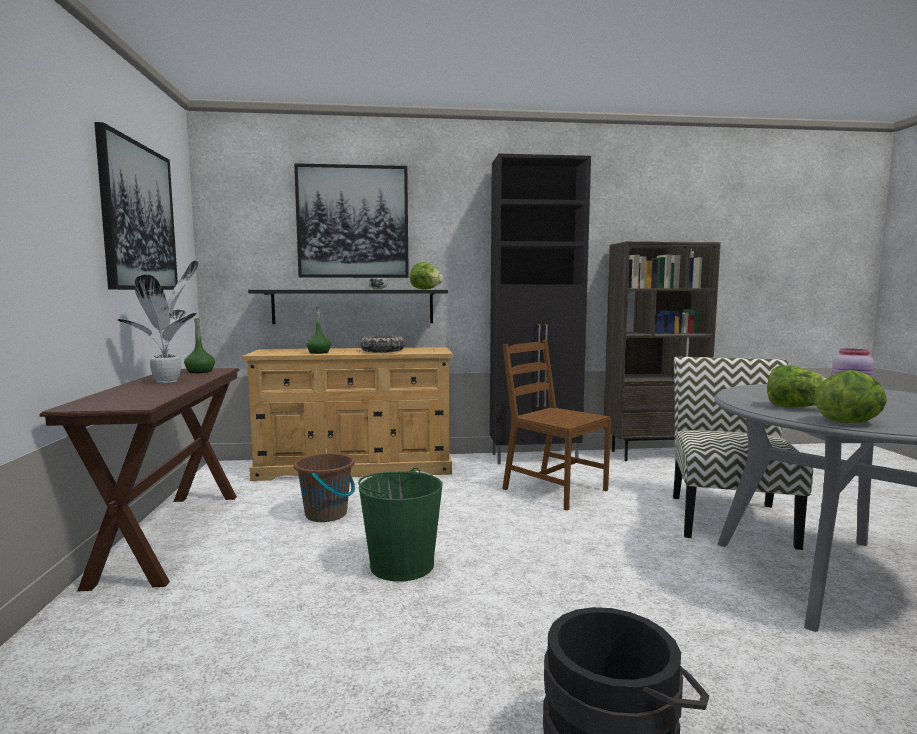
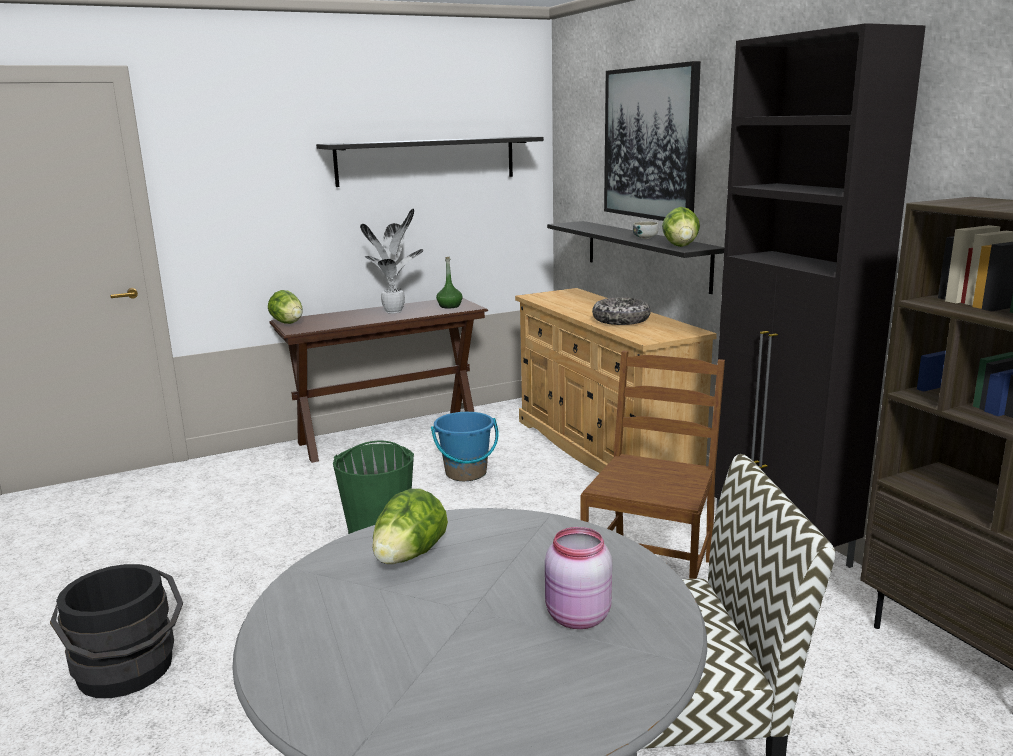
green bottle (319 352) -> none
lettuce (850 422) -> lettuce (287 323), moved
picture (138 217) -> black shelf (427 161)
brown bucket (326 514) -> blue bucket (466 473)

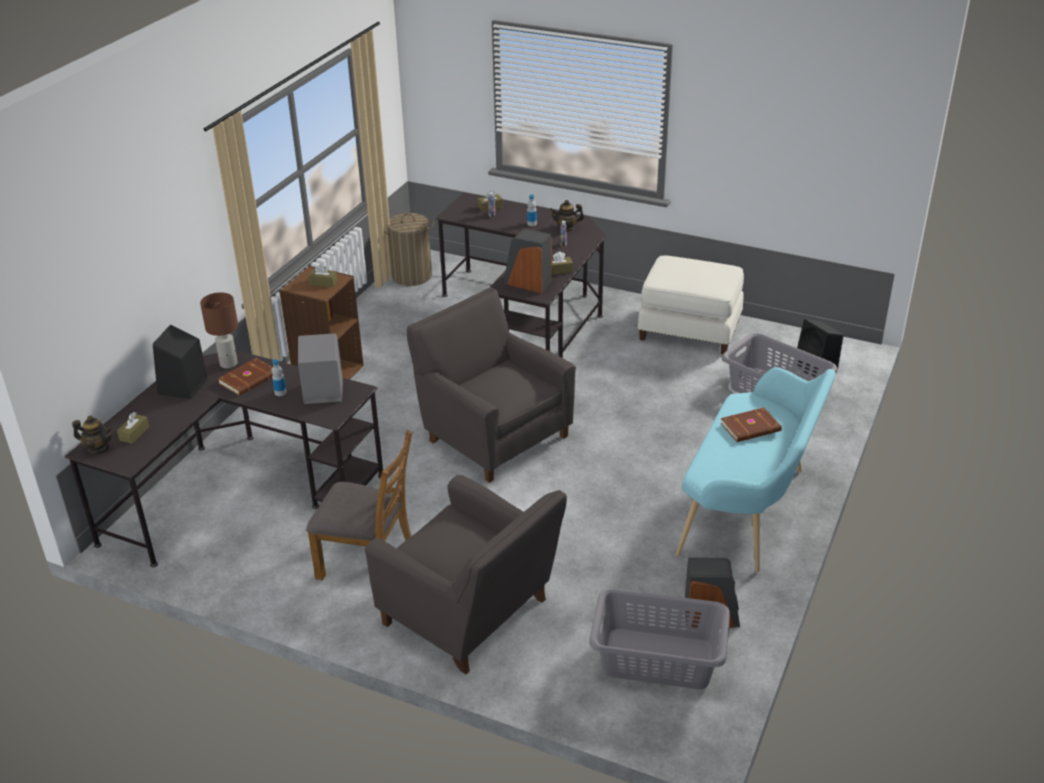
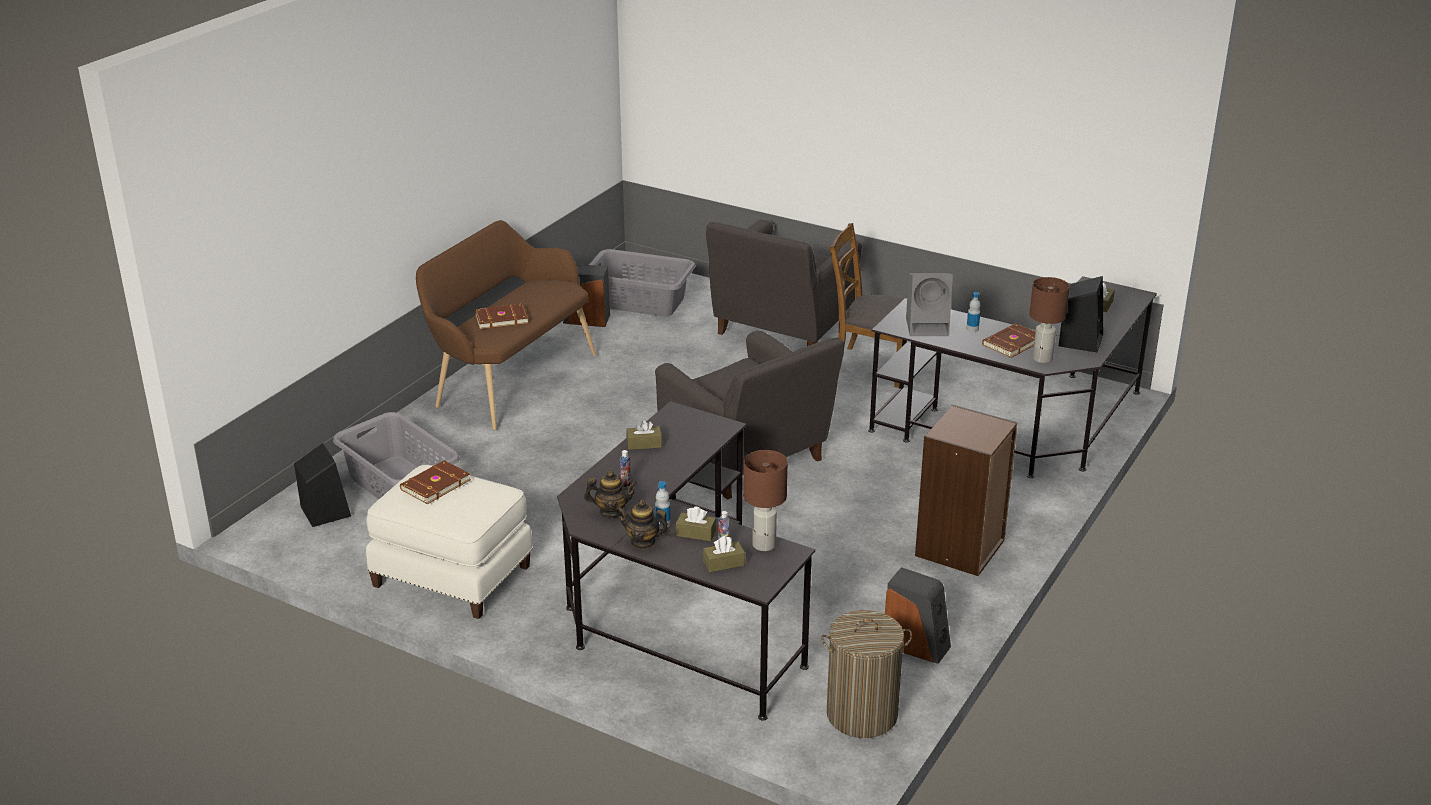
none -> brown book (434 484)
none -> brown table lamp (764 545)
teapot (98 448) -> teapot (643 542), moved
brown tissue box (323 282) -> brown tissue box (696 533), moved
speaker (528 283) -> speaker (916 645), moved
turquoise bench (750 512) -> brown bench (509 380)
grey armchair (472 615) -> grey armchair (780 330), 105 degrees counterclockwise

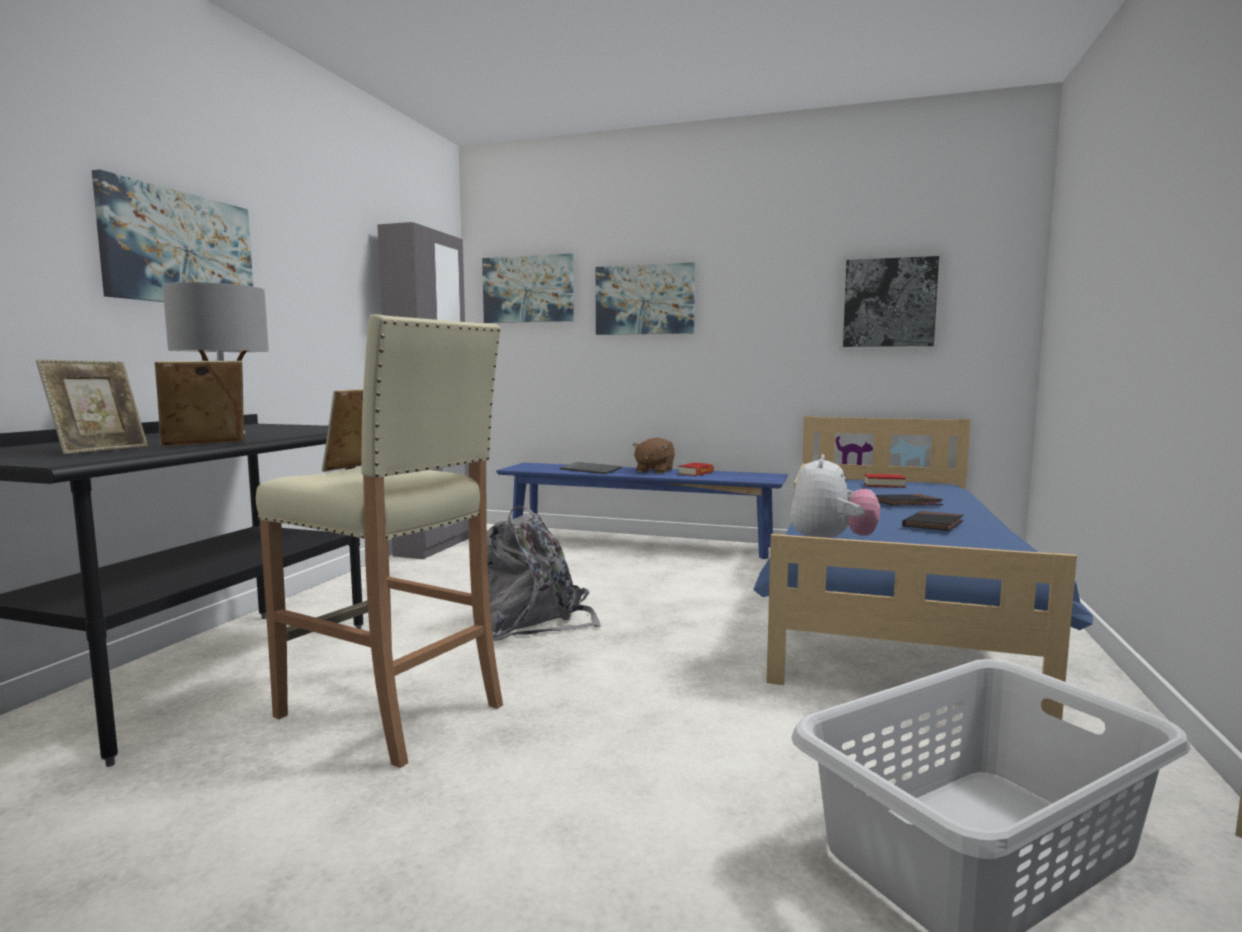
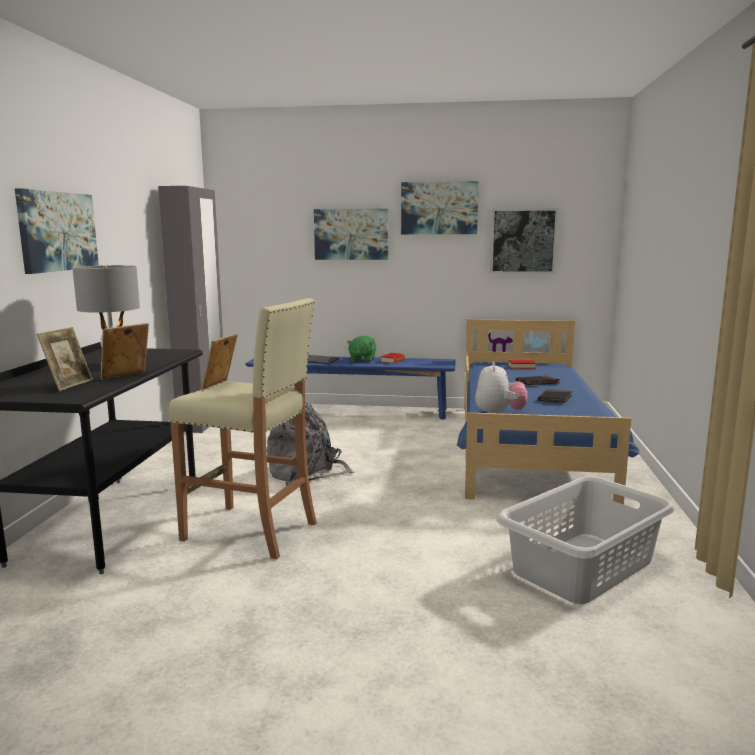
picture (528 289) -> picture (439 208), moved
brown plush toy (654 471) -> green plush toy (362 360)

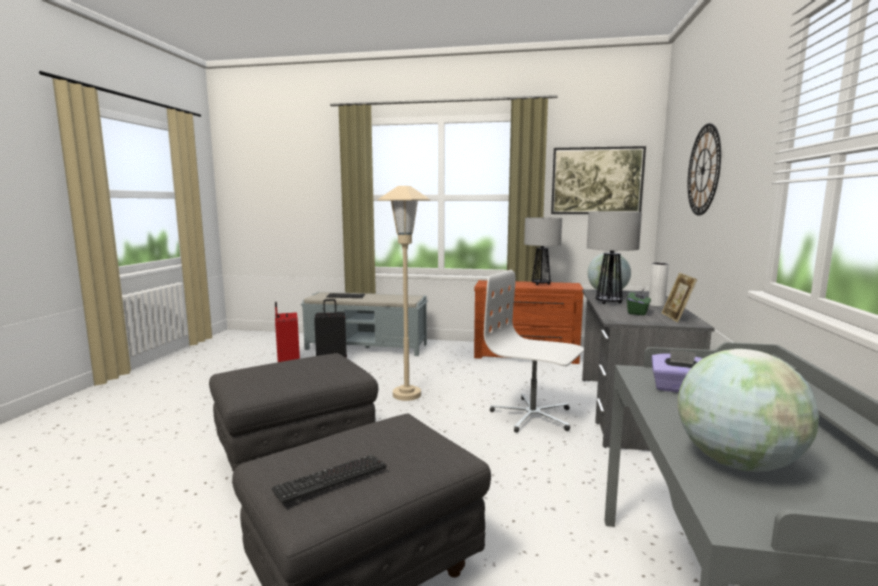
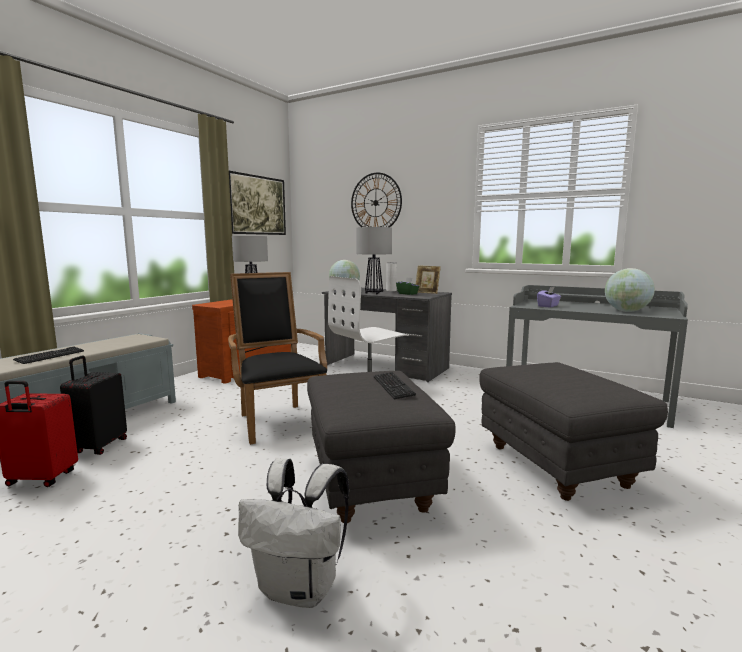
none -> white backpack (300 588)
keyboard (331 480) -> keyboard (393 386), moved
beige floor lamp (407 395) -> black armchair (277 420)

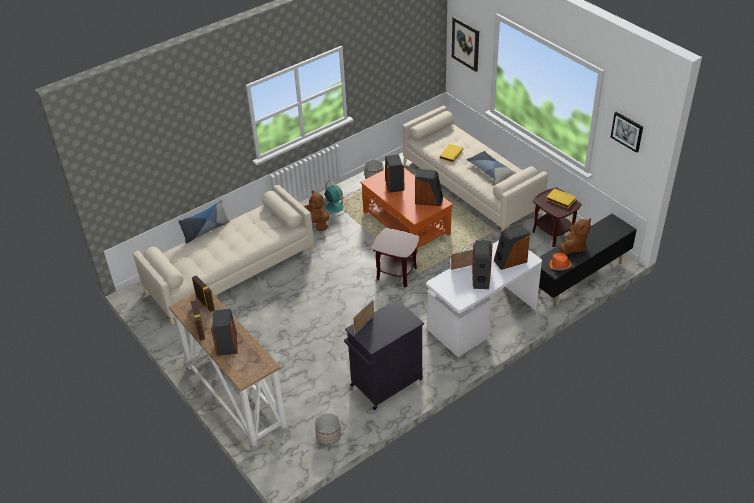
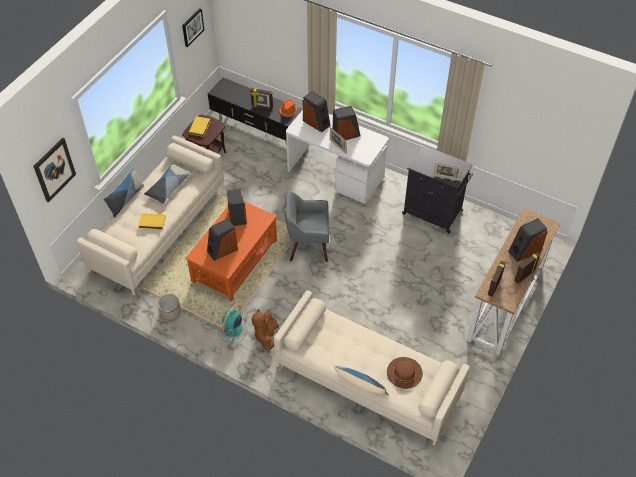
planter (328 436) -> none
none -> pillow (125 200)
none -> brown hat (404 372)
brown side table (396 273) -> grey armchair (308 246)
brown plush toy (573 247) -> picture frame (262 107)

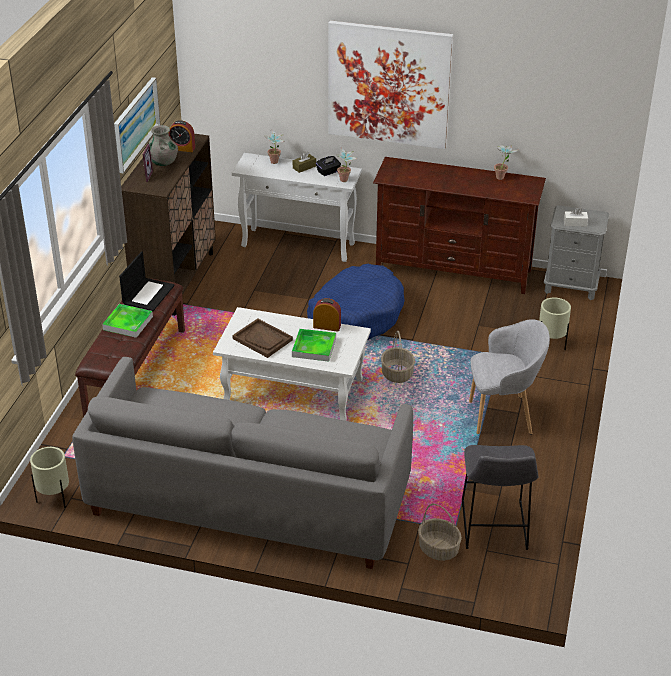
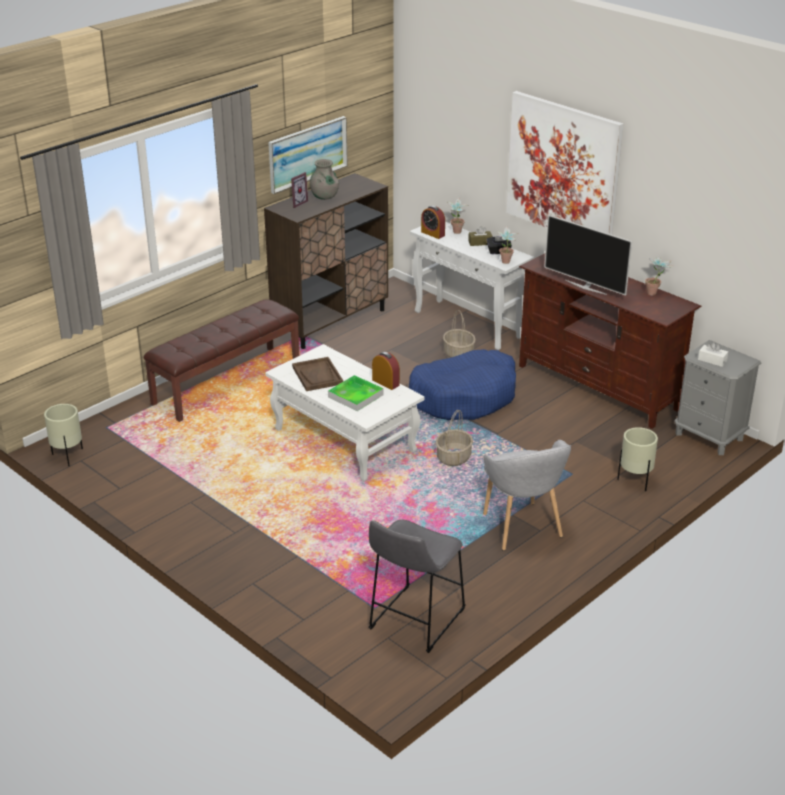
grey sofa (248 500) -> none
tray (128 323) -> none
laptop (148 294) -> none
none -> television (586 287)
alarm clock (182 148) -> alarm clock (433 233), moved
basket (438 549) -> basket (458 353), moved
grey armchair (503 416) -> grey armchair (521 528), 45 degrees clockwise

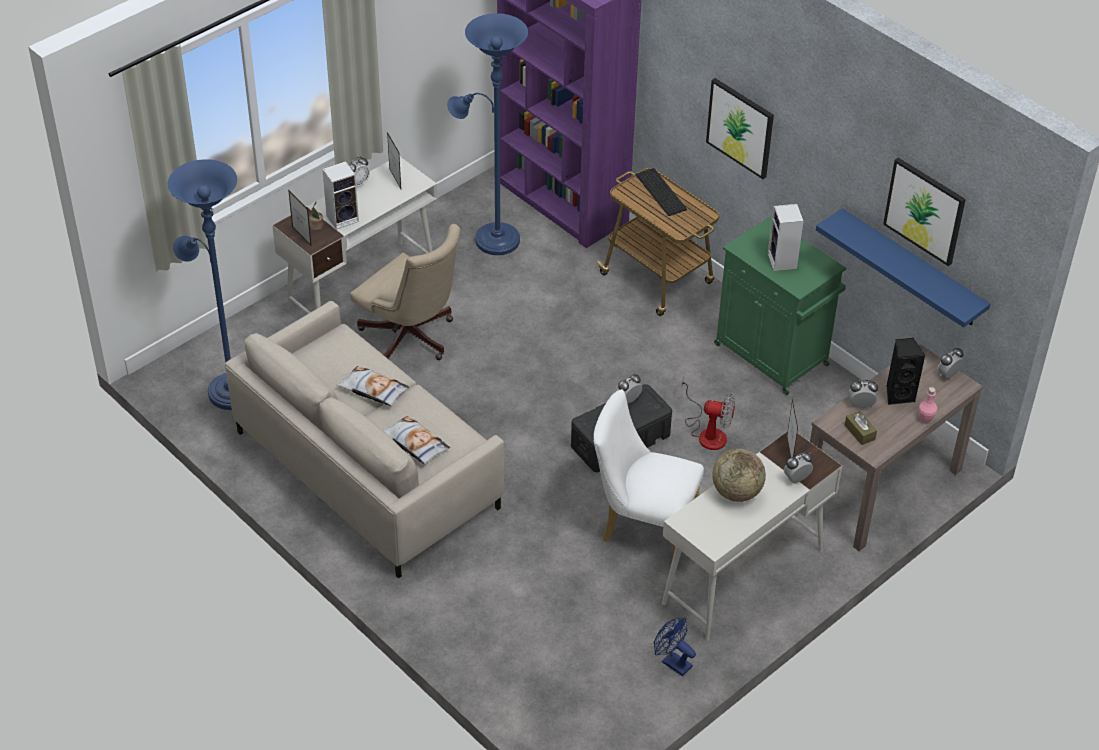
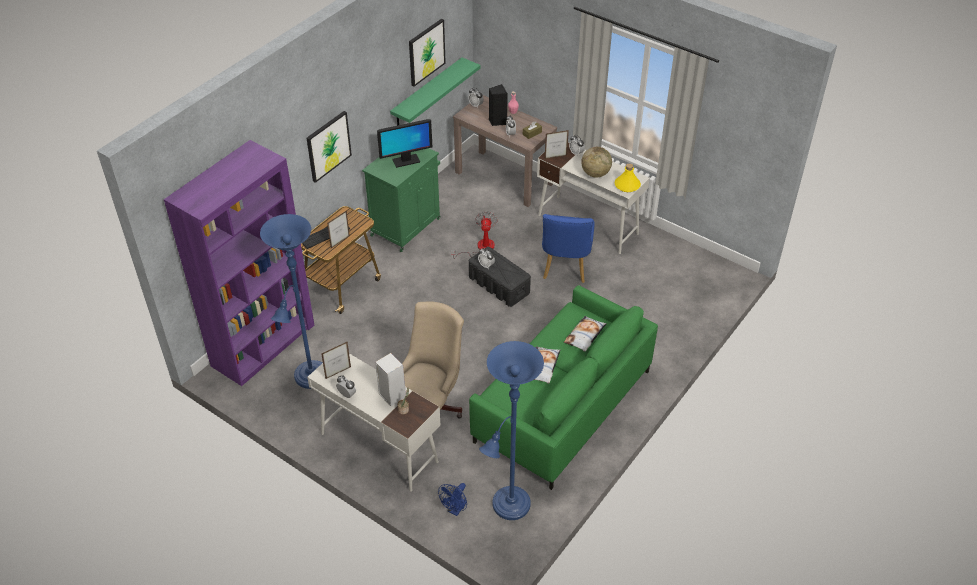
none -> yellow bottle (627 185)
picture frame (301 236) -> picture frame (340 242), moved
blue fan (672 662) -> blue fan (455 509), moved
speaker (783 262) -> monitor (406 161)
beige sofa (367 468) -> green sofa (562 406)
white chair (642 525) -> blue chair (565 268)
blue shelf (911 269) -> green shelf (427 92)

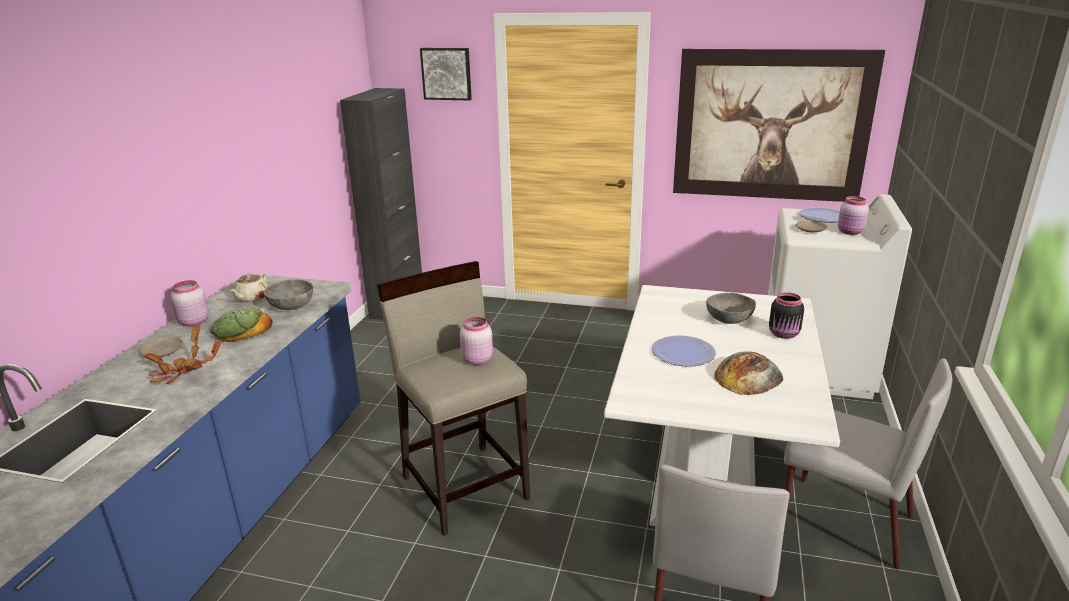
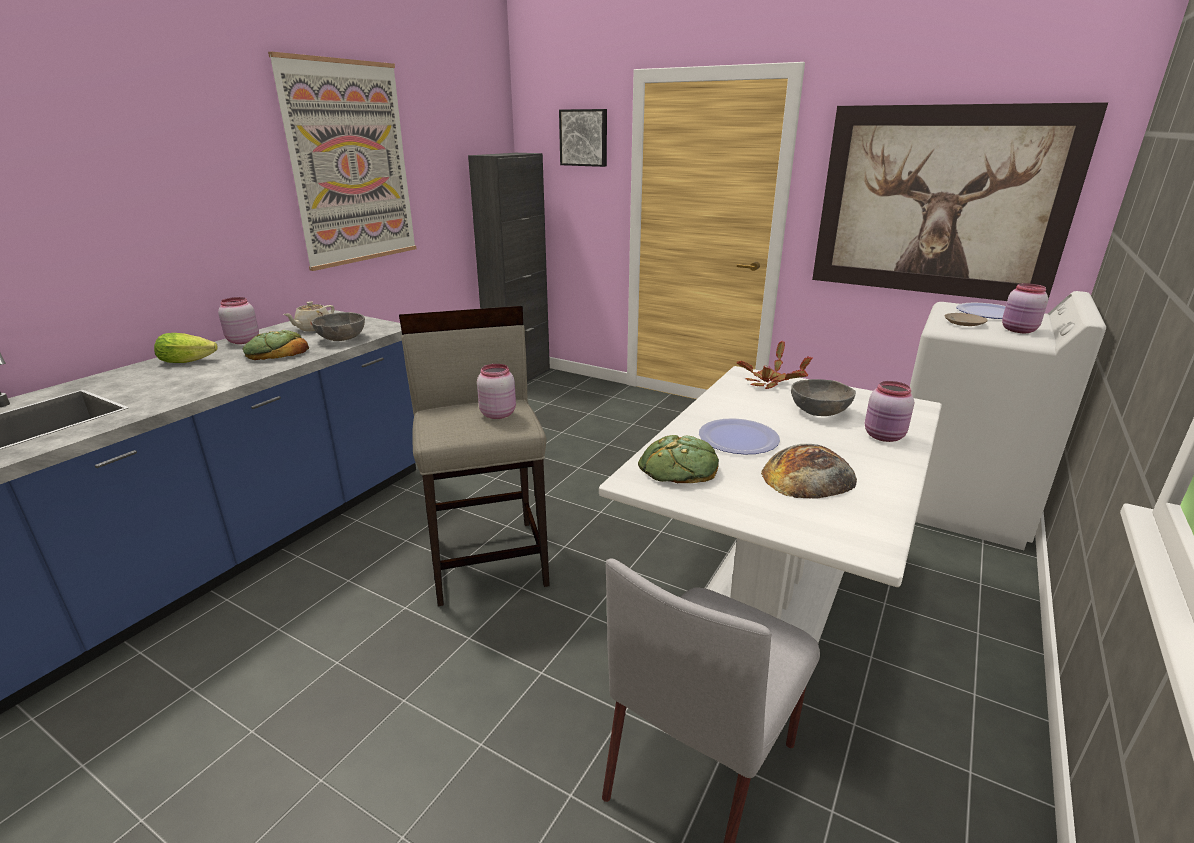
grey chair (843 520) -> none
none -> picture (351 164)
none -> bread (679 467)
potted plant (182 373) -> potted plant (771 382), moved
beige plate (163 351) -> lettuce (190 361)
black jar (784 334) -> pink jar (884 437)

